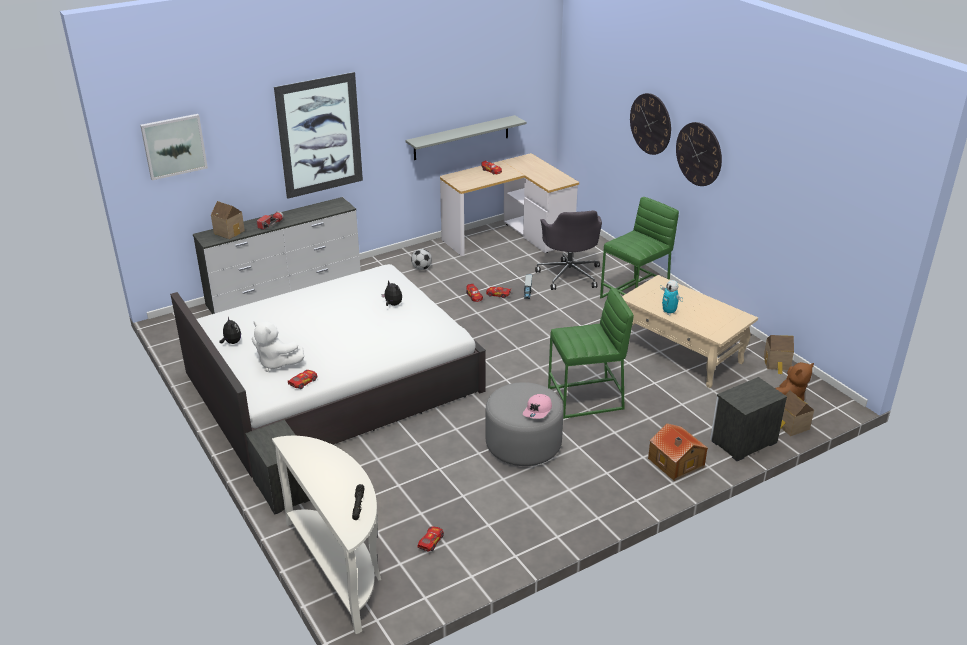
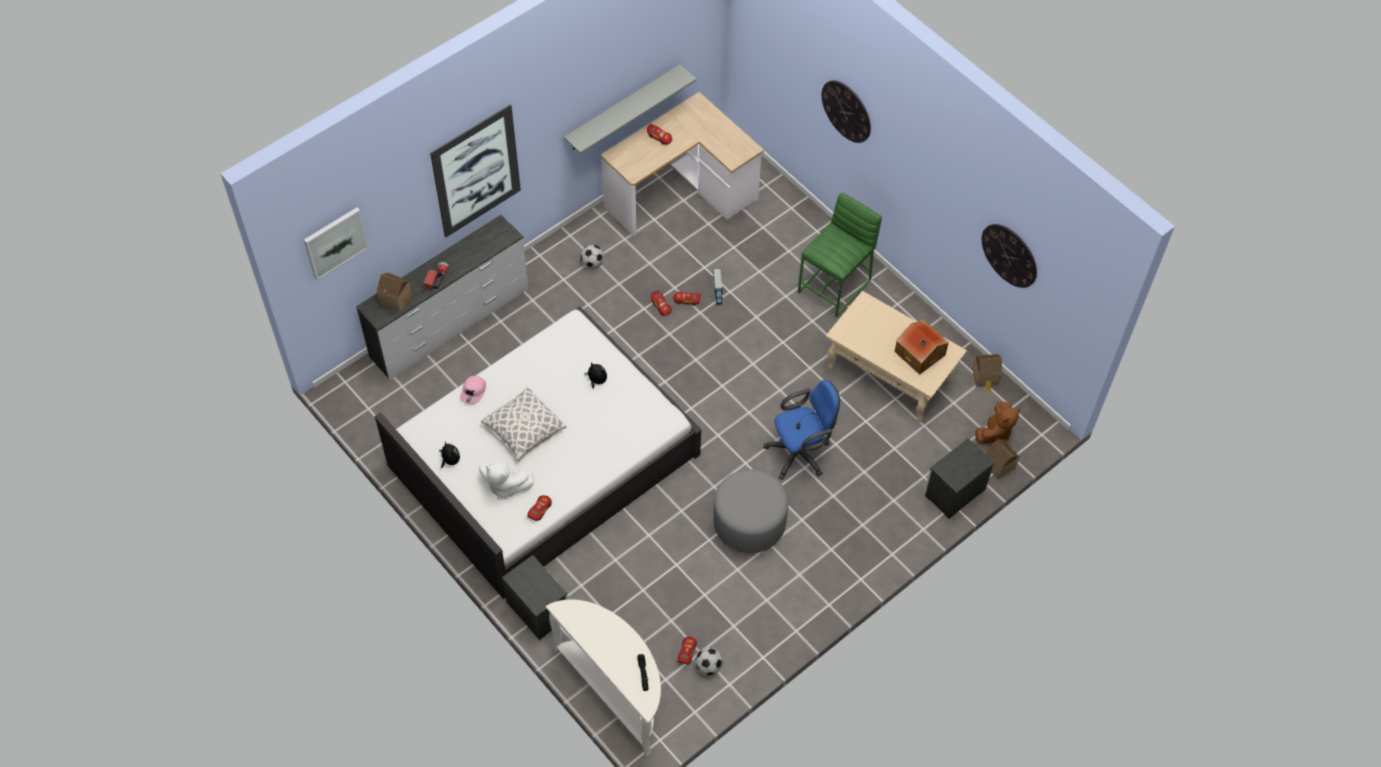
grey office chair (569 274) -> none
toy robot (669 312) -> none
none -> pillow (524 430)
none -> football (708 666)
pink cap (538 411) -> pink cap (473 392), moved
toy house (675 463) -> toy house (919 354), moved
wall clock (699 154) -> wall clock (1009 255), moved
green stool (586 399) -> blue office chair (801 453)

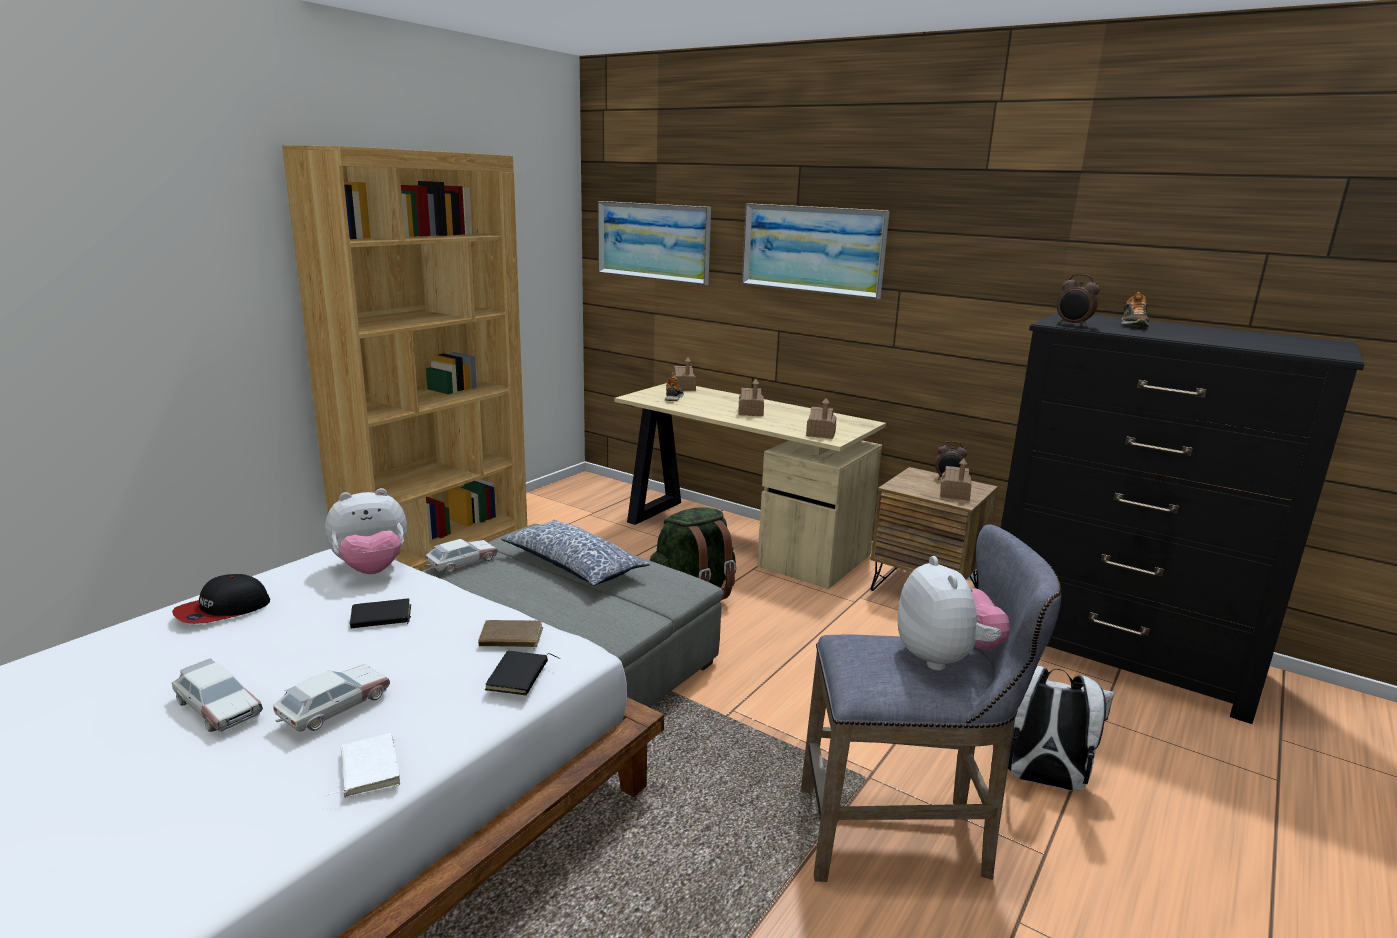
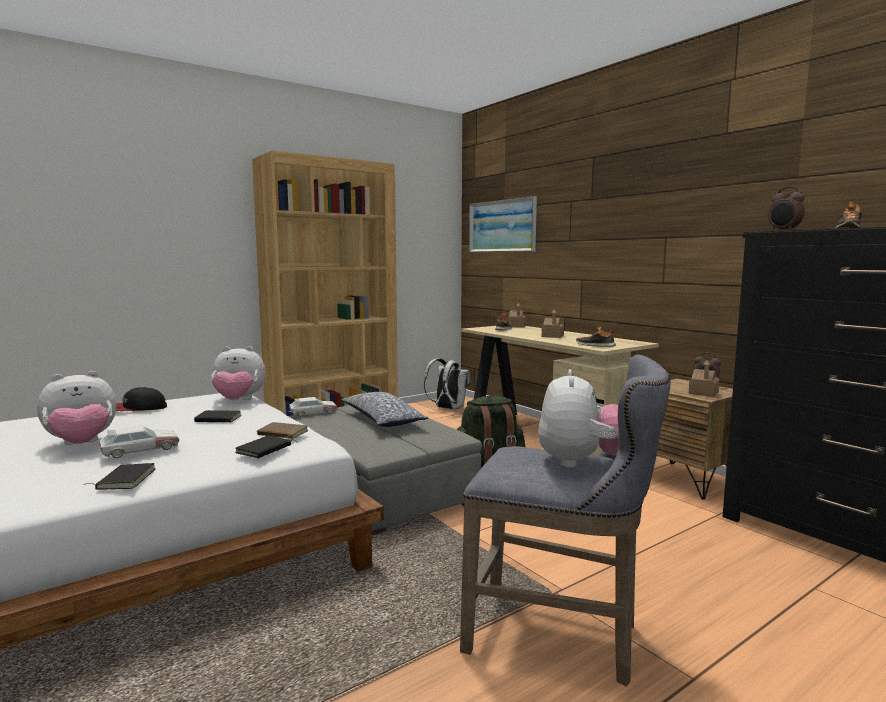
picture (812 249) -> none
white backpack (1040 780) -> white backpack (447 409), moved
toy car (217 707) -> plush toy (81 444)
toy house (820 434) -> shoe (595 345)
white book (367 769) -> black book (124 479)

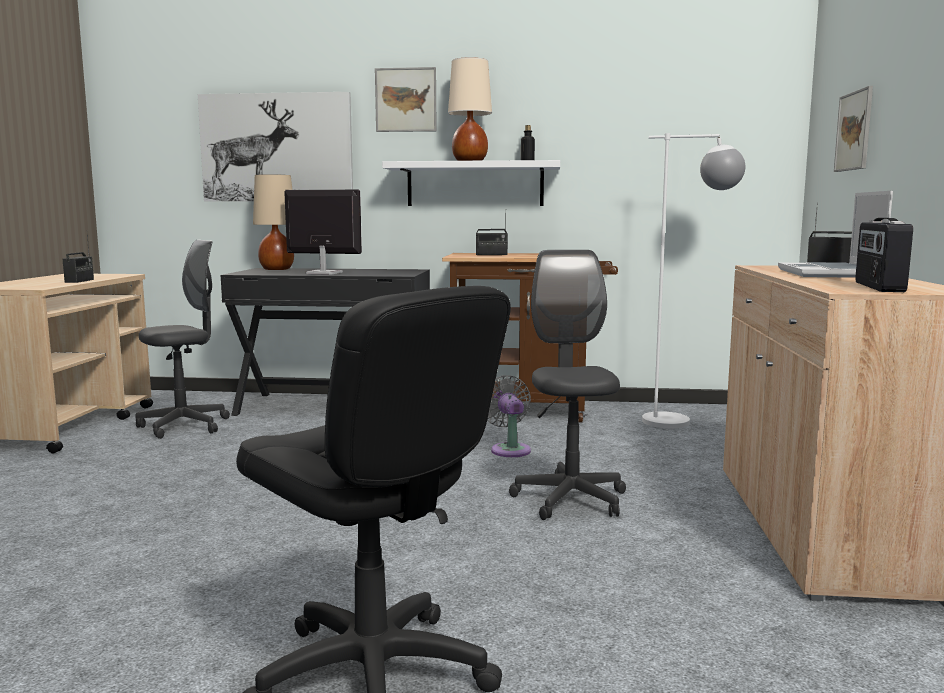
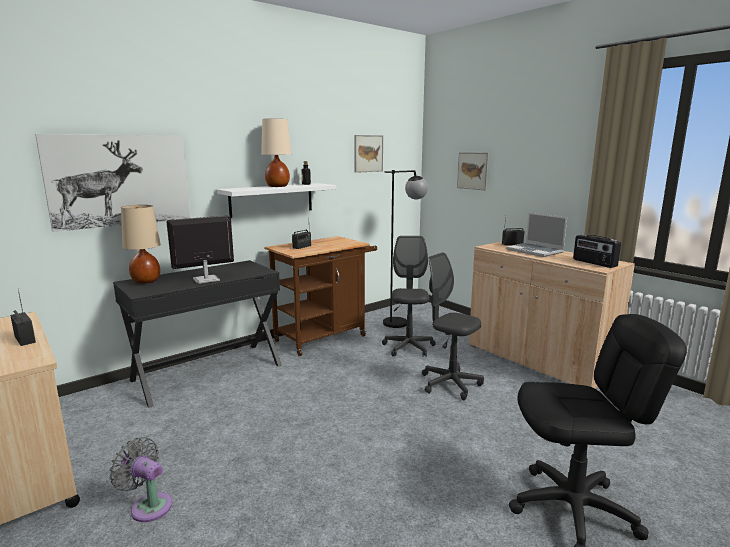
grey office chair (184 426) -> grey office chair (408 347), moved
picture (406 100) -> picture (368 153), moved
grey fan (509 449) -> grey fan (148 505), moved
white floor lamp (683 423) -> black floor lamp (402 321)

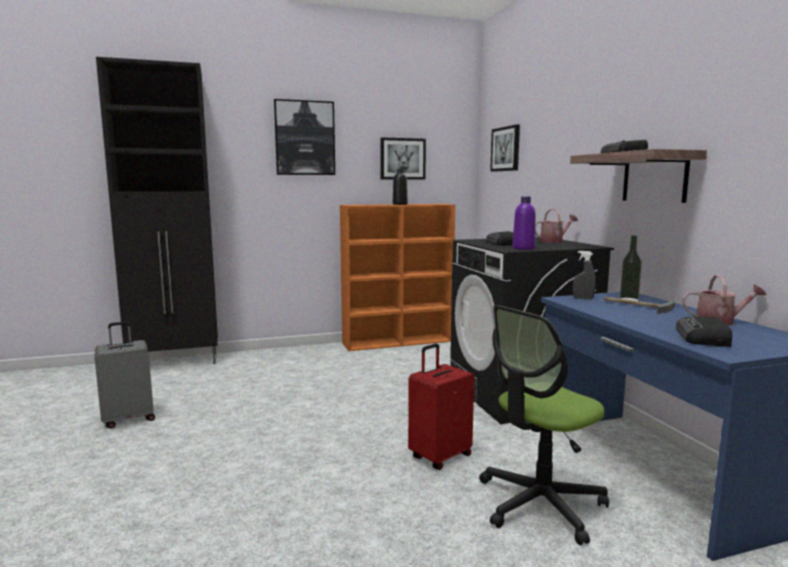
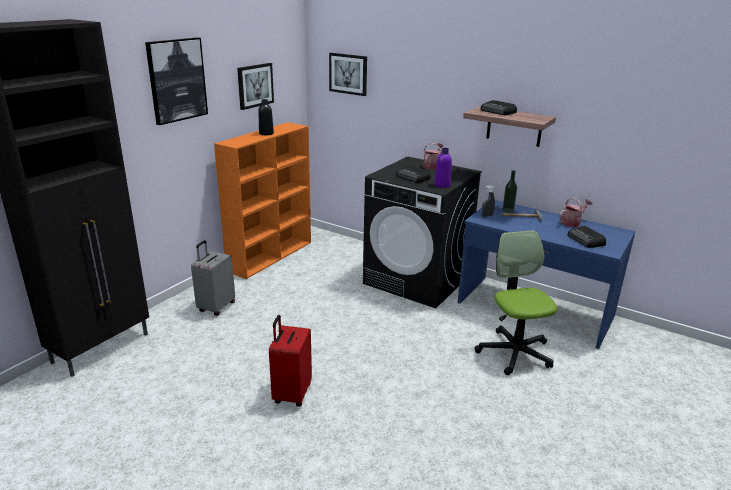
grey suitcase (129 419) -> grey suitcase (216 307), moved
red suitcase (439 456) -> red suitcase (291 394), moved
office chair (540 504) -> office chair (514 352), 150 degrees clockwise

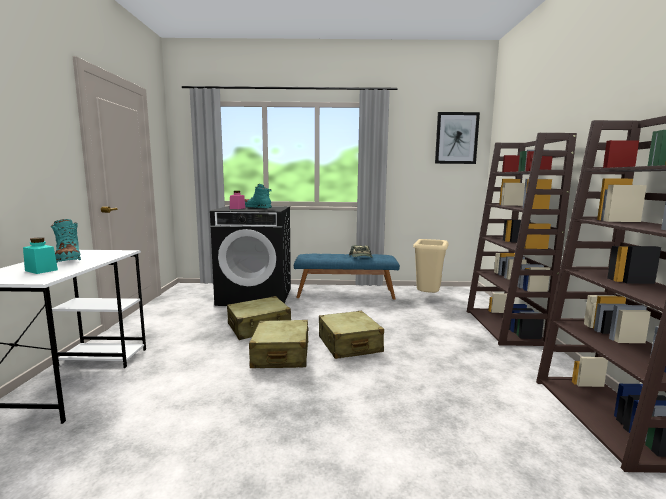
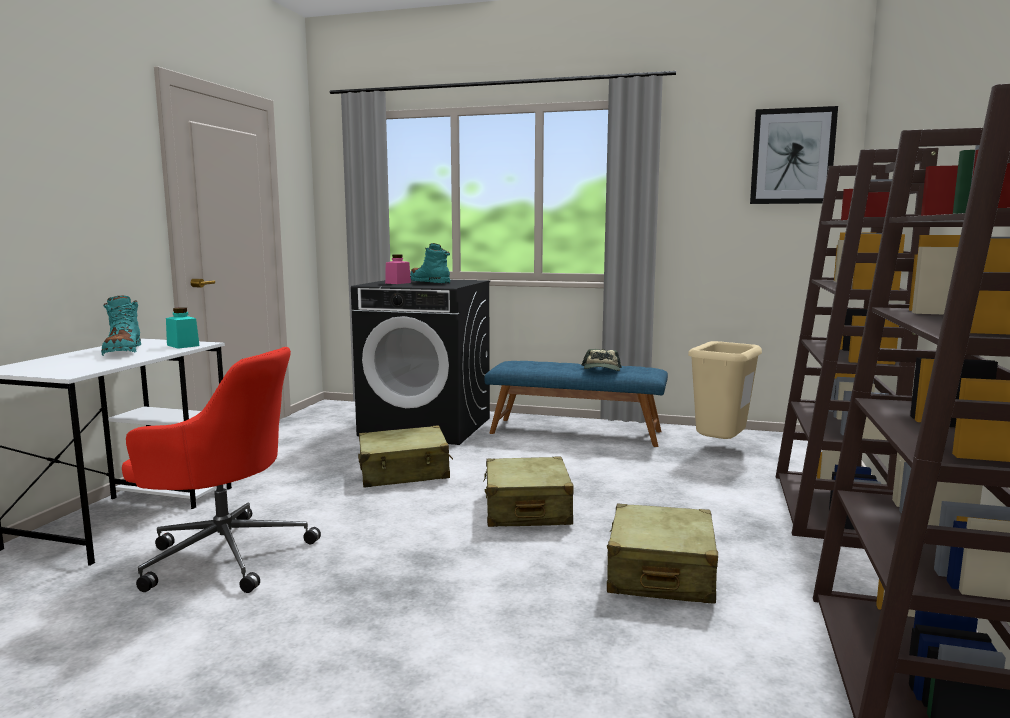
none -> red office chair (224 554)
turquoise jar (41 270) -> turquoise jar (183 345), moved
beige suitcase (281 355) -> beige suitcase (660 573), moved

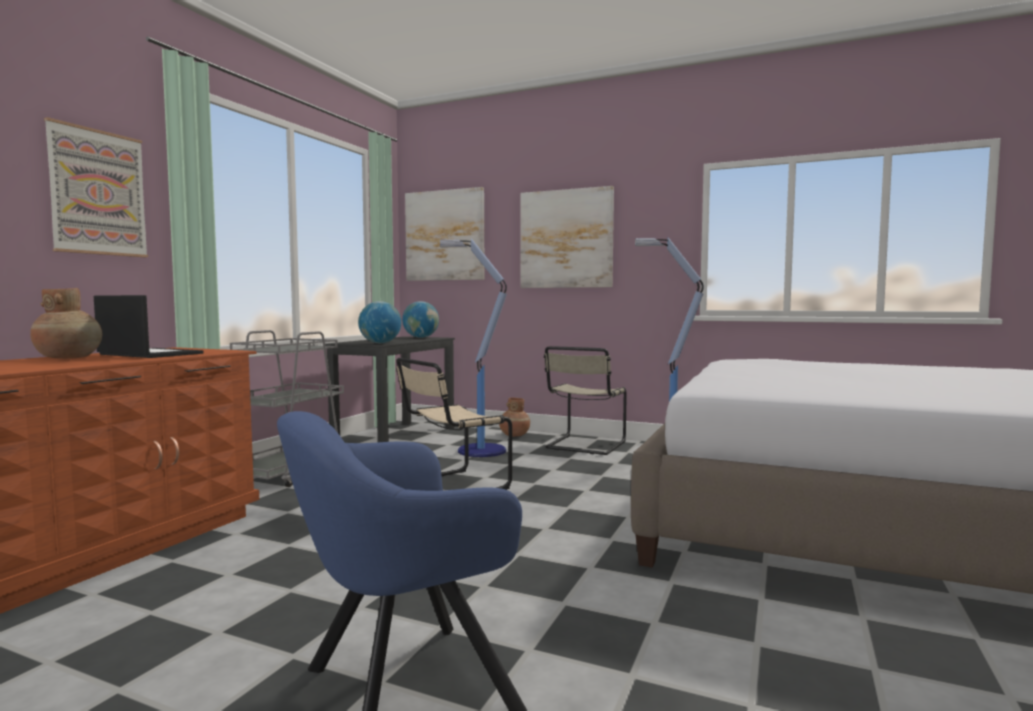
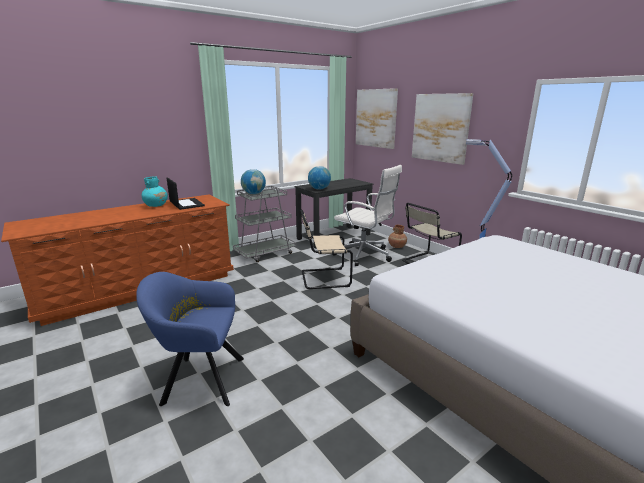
picture (98 193) -> none
globe (421 337) -> globe (254 193), moved
floor lamp (479 451) -> white office chair (364 255)
brown vase (69 358) -> turquoise vase (156 205)

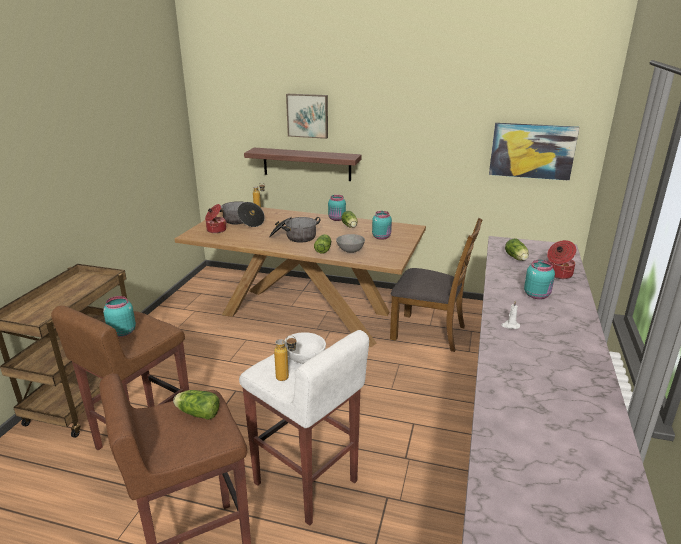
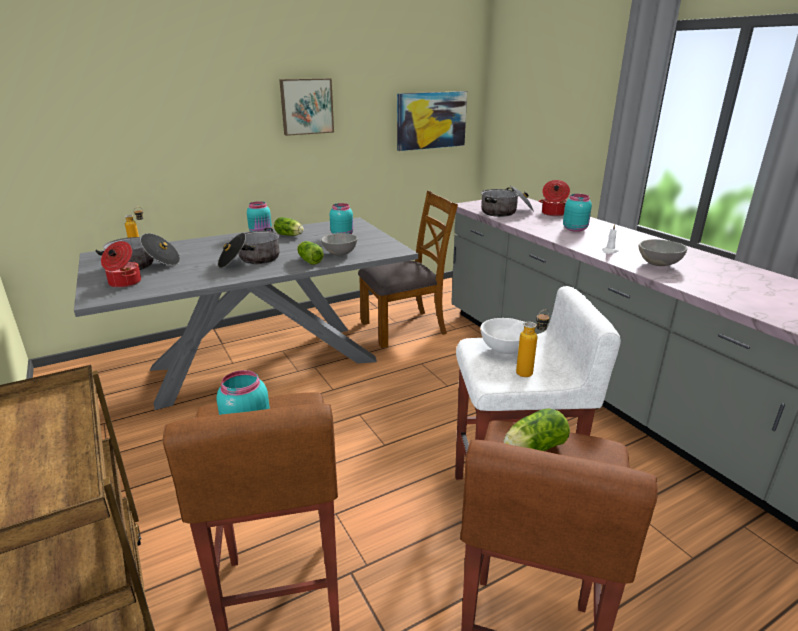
shelf (306 164) -> none
none -> grey bowl (659 264)
picture (308 115) -> picture (306 106), moved
lettuce (516 258) -> cooking pot (506 212)
brown dining table (305 314) -> grey dining table (262 363)

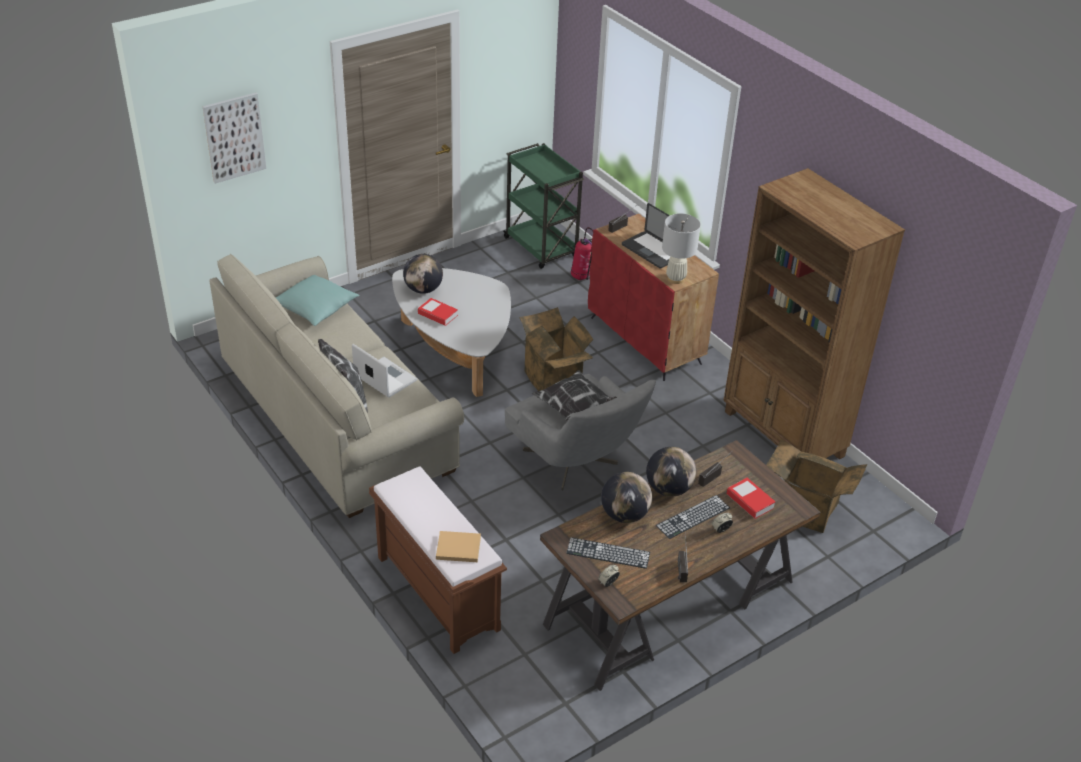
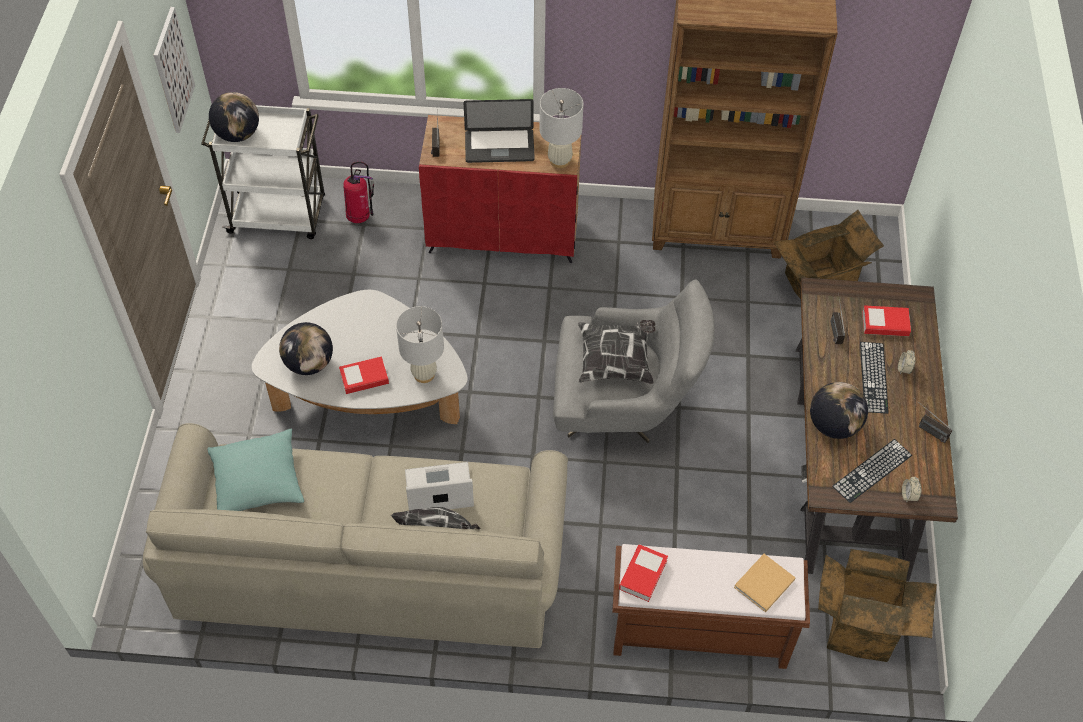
none -> white table lamp (424 374)
none -> book (643 575)
picture (234 137) -> picture (173 70), moved
cardboard box (556 378) -> cardboard box (862 624), moved
globe (669 489) -> globe (238 134), moved
green cart (541 248) -> white cart (279 215)

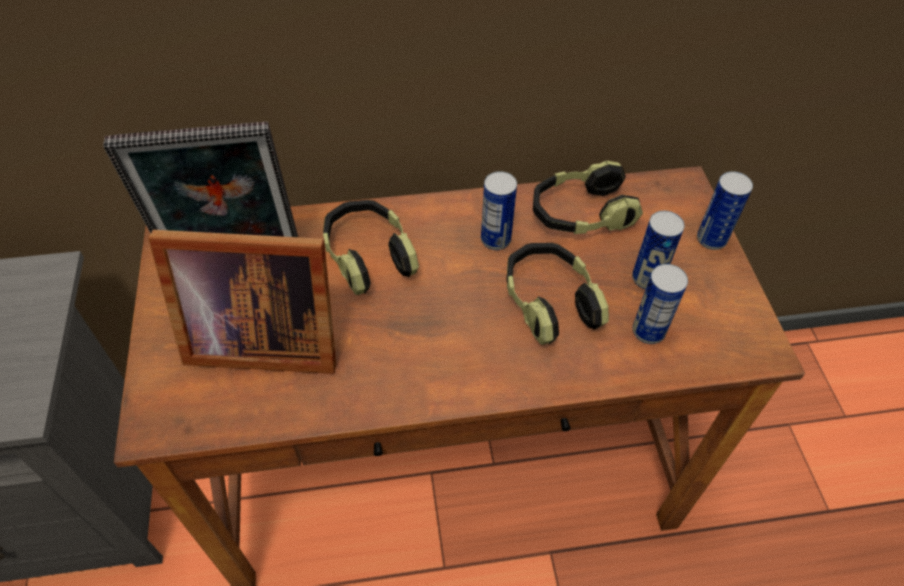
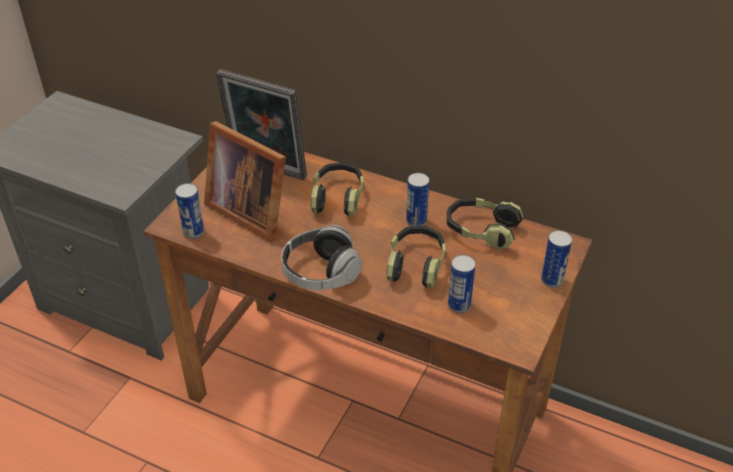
none -> headphones (321 272)
can (647 278) -> can (193 232), moved

